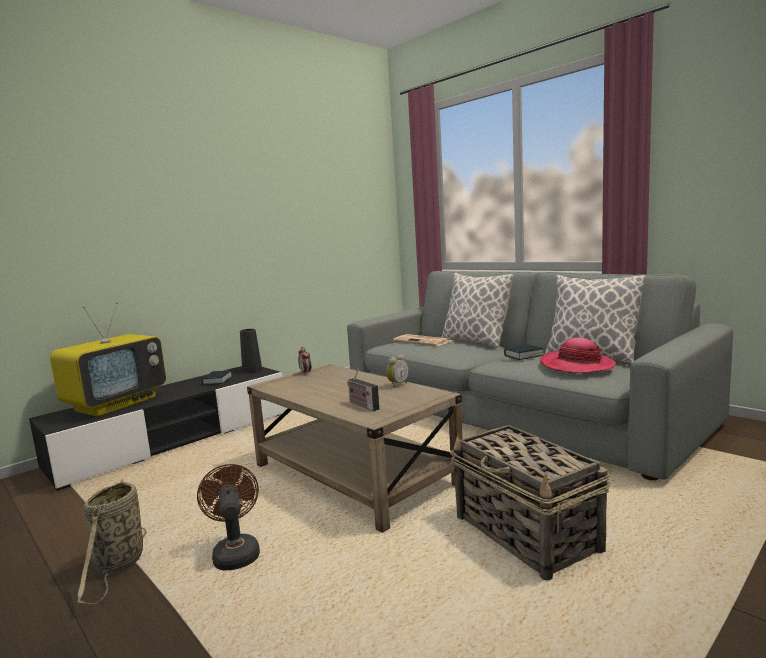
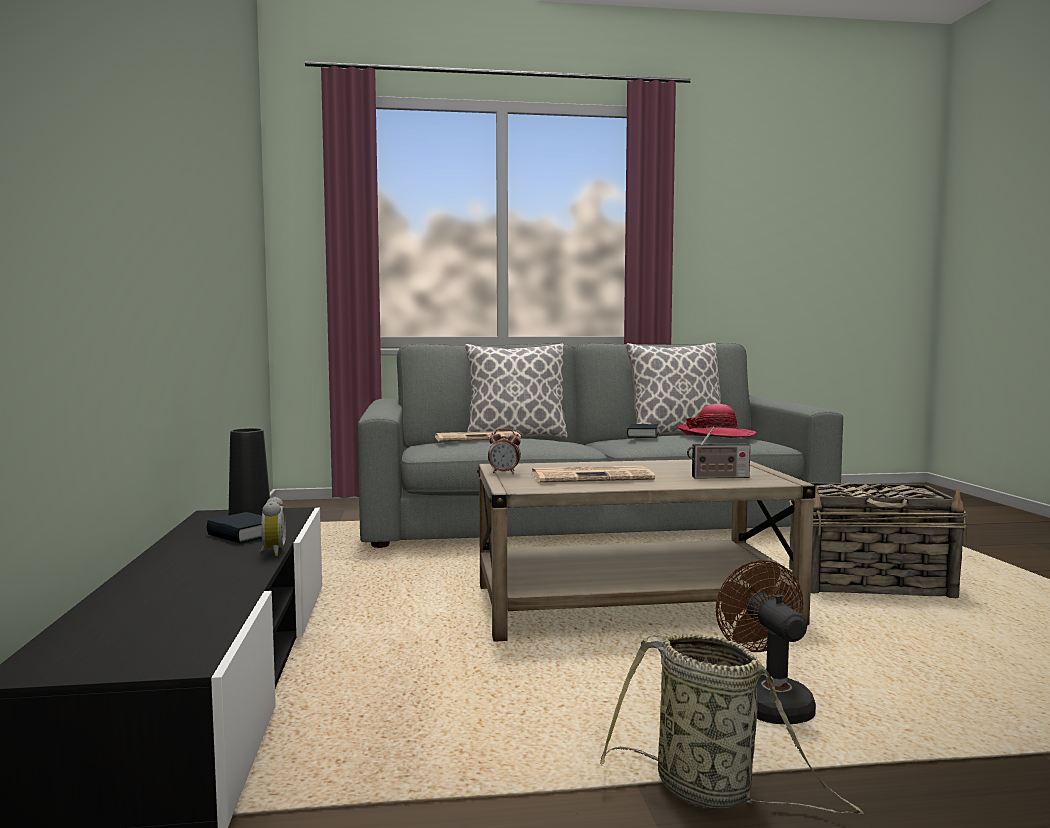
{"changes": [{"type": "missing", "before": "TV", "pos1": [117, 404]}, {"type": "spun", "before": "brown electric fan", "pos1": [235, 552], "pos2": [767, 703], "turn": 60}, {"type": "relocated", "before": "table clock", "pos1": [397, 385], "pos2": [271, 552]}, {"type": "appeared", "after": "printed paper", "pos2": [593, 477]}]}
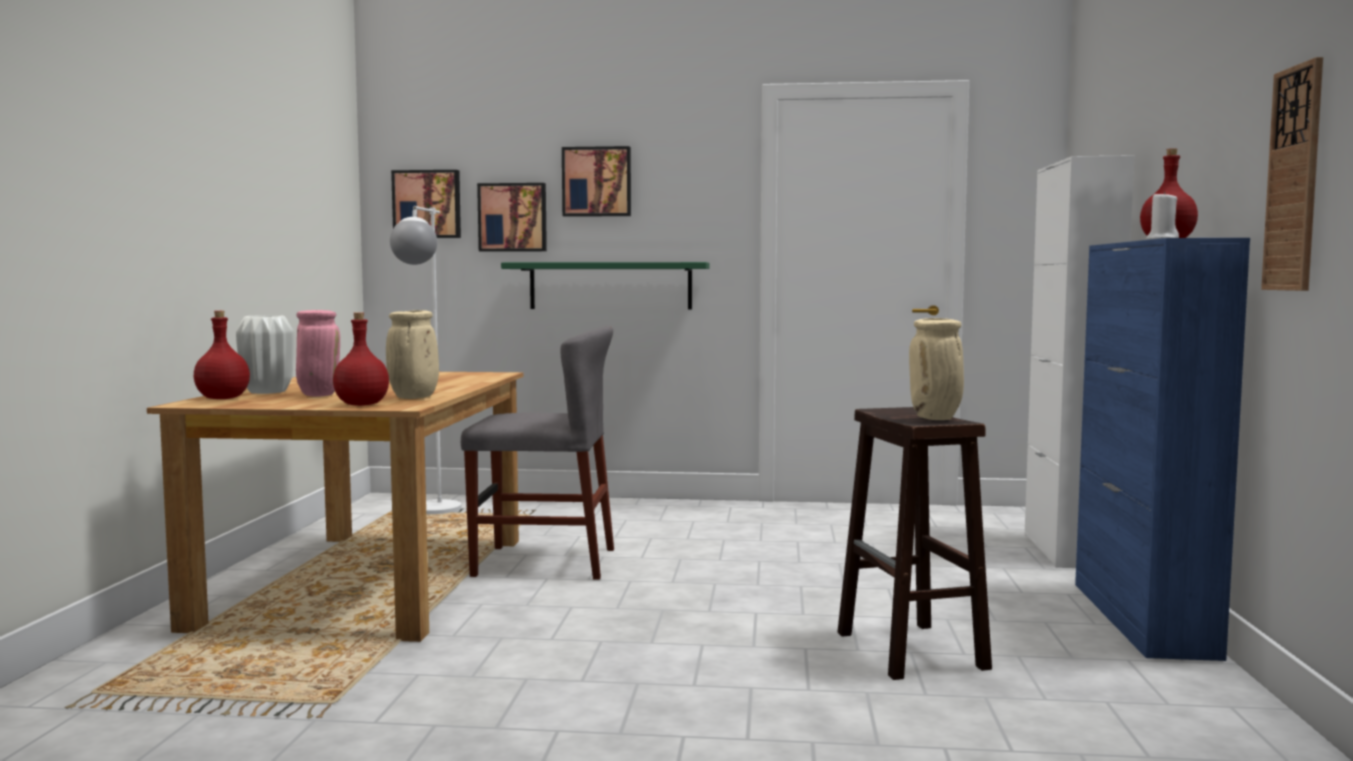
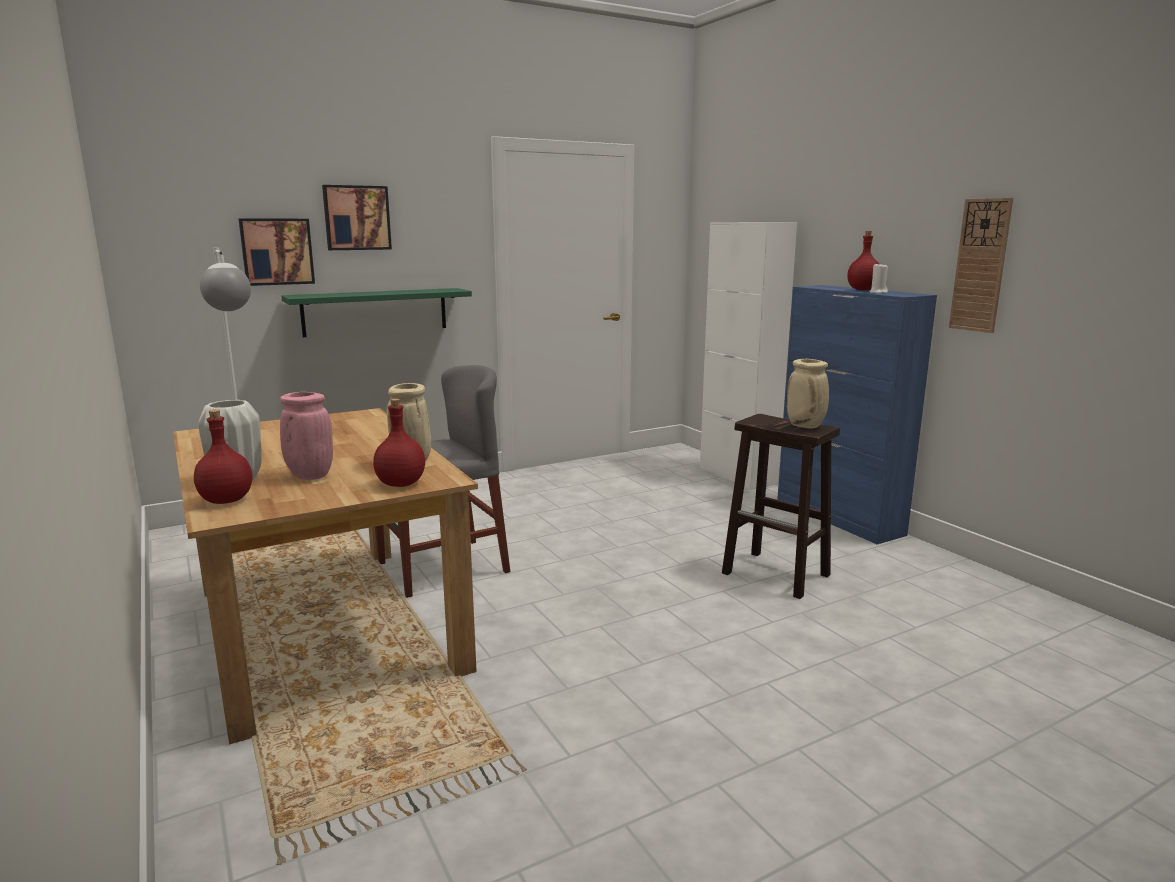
{"changes": [{"type": "missing", "before": "wall picture", "pos1": [427, 204]}]}
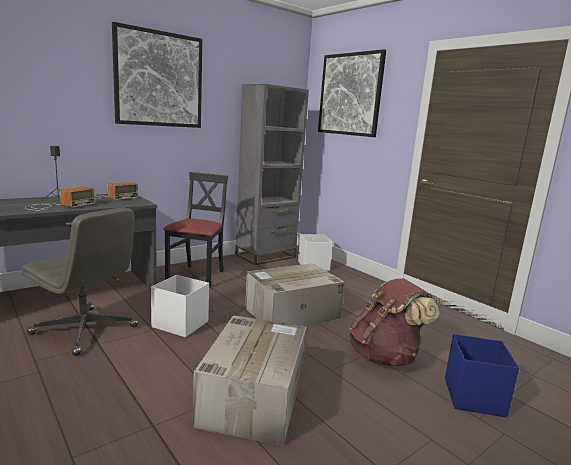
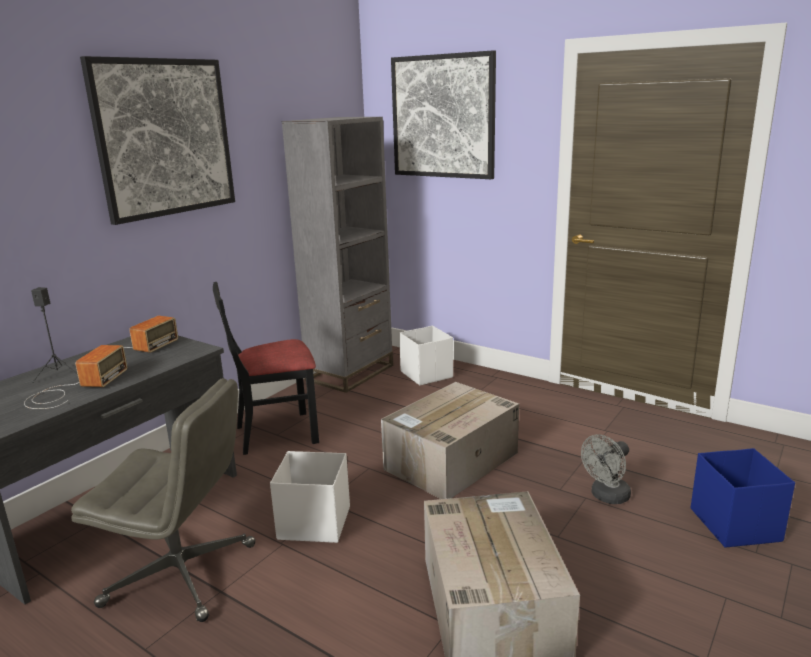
{"changes": [{"type": "spun", "before": "black chair", "pos1": [197, 276], "pos2": [277, 433], "turn": -105}, {"type": "exchanged", "before": "brown backpack", "after": "gray electric fan", "pos1": [385, 356], "pos2": [606, 497]}]}
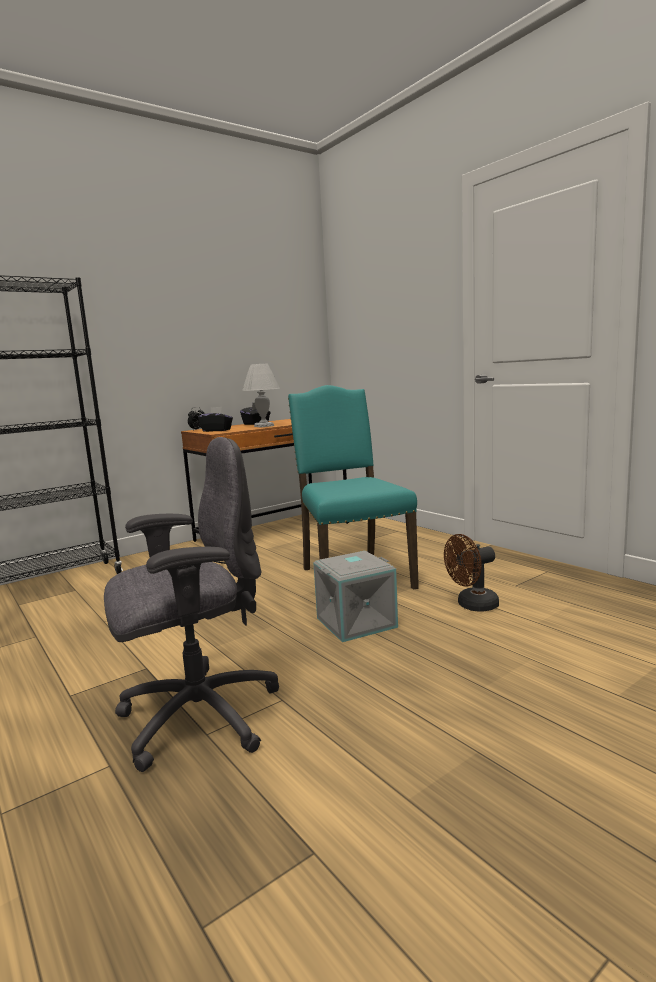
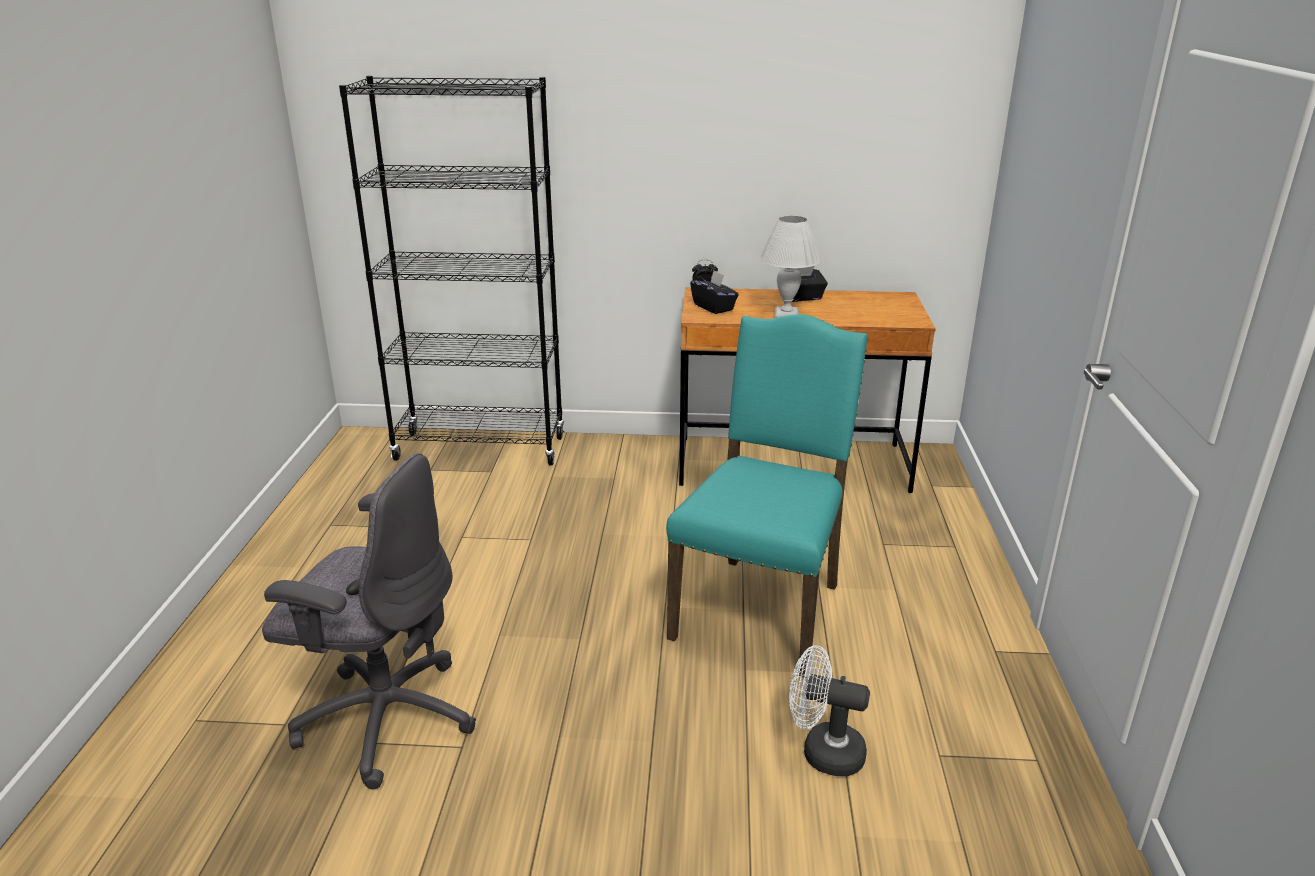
{"changes": [{"type": "missing", "before": "gray storage bin", "pos1": [356, 622]}, {"type": "colour", "before": "brown electric fan", "after": "whitish electric fan", "pos1": [472, 606], "pos2": [823, 752]}]}
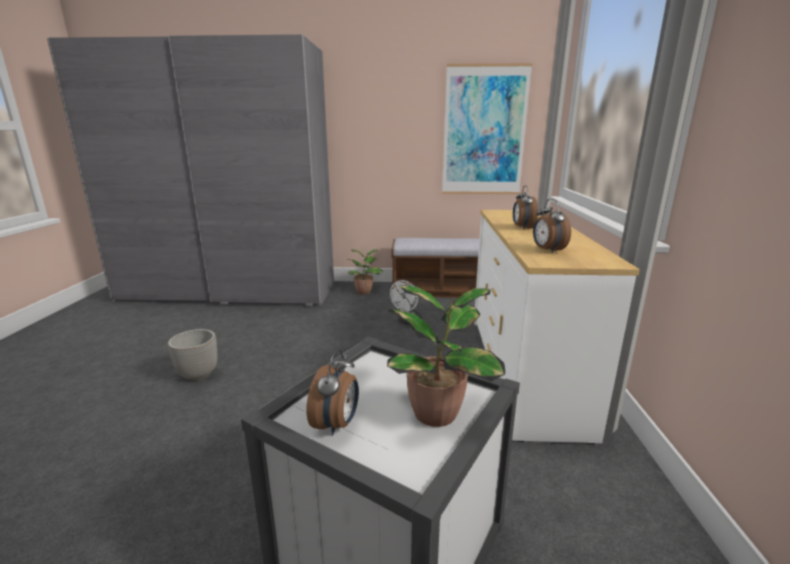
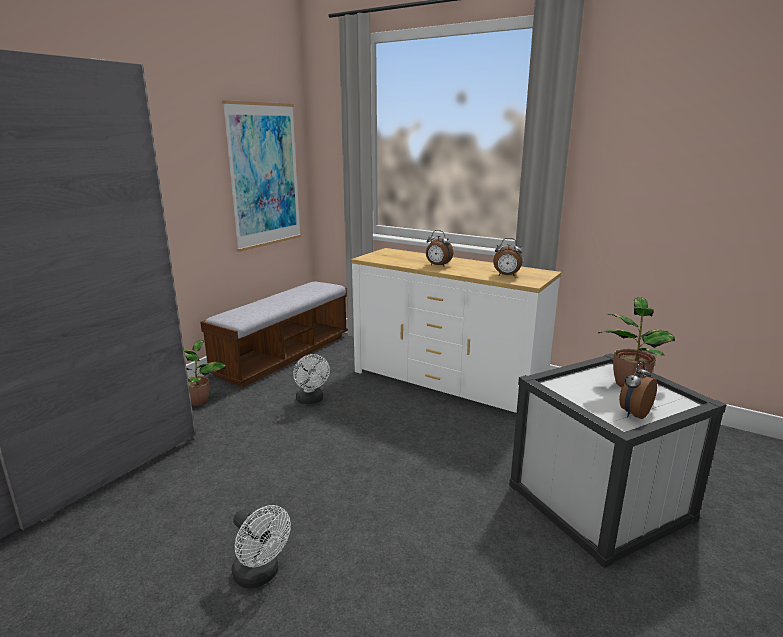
{"changes": [{"type": "exchanged", "before": "plant pot", "after": "whitish electric fan", "pos1": [199, 375], "pos2": [260, 575]}, {"type": "spun", "before": "table clock", "pos1": [337, 424], "pos2": [633, 413], "turn": -90}]}
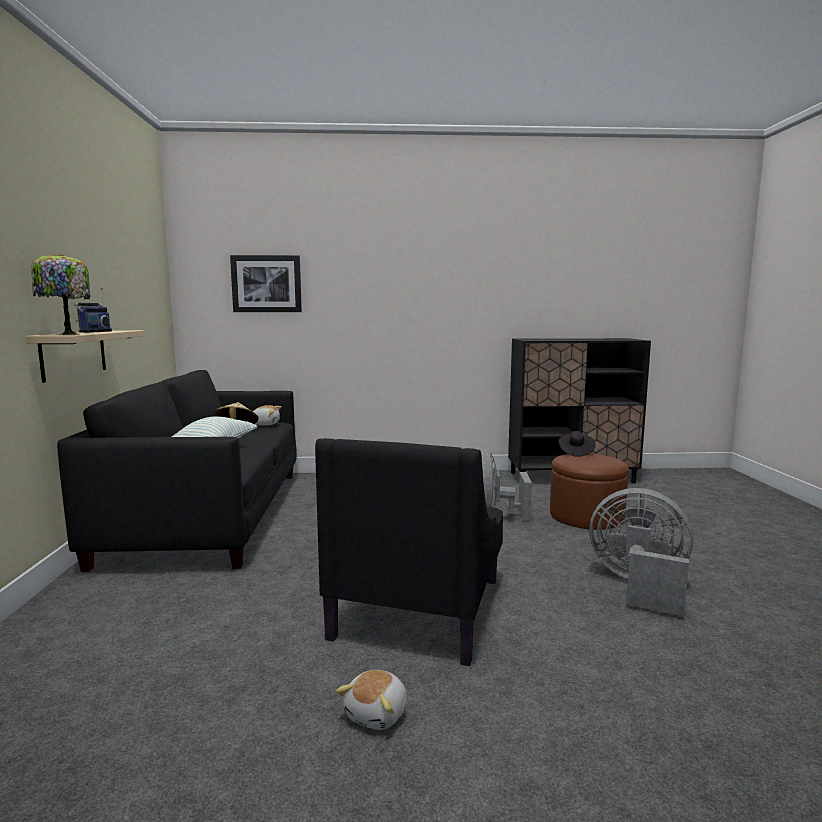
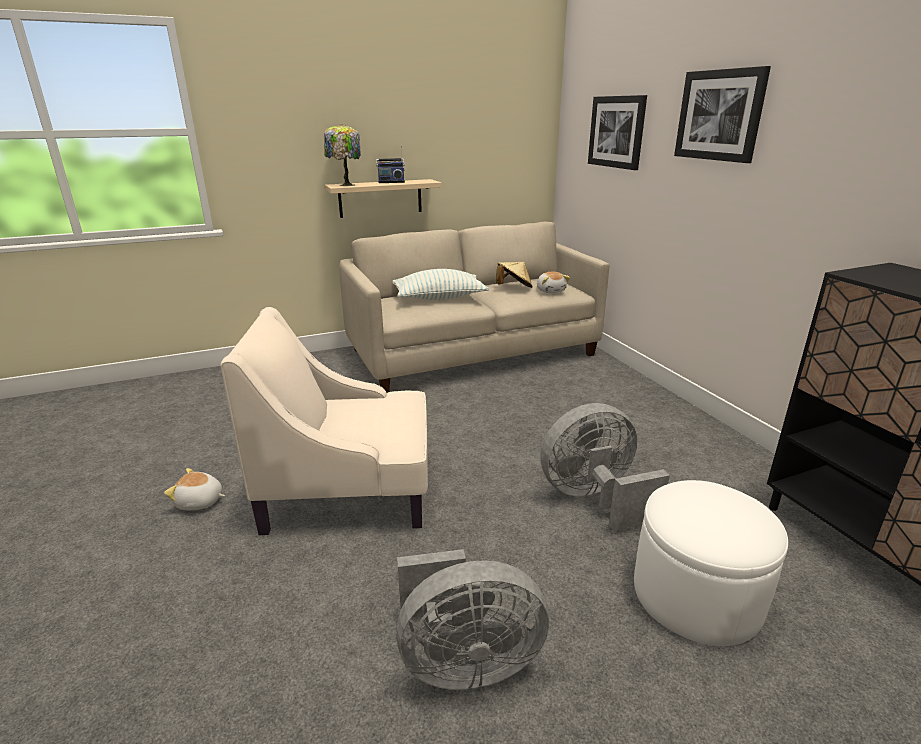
{"changes": [{"type": "colour", "before": "black sofa", "after": "beige sofa", "pos1": [210, 513], "pos2": [472, 352]}, {"type": "colour", "before": "black easy chair", "after": "beige easy chair", "pos1": [420, 606], "pos2": [350, 490]}, {"type": "colour", "before": "brown footrest", "after": "whitish footrest", "pos1": [586, 516], "pos2": [696, 594]}, {"type": "missing", "before": "black clothing hat", "pos1": [575, 452]}, {"type": "spun", "before": "gray electric fan", "pos1": [639, 586], "pos2": [464, 662], "turn": 75}, {"type": "appeared", "after": "wall picture", "pos2": [719, 115]}]}
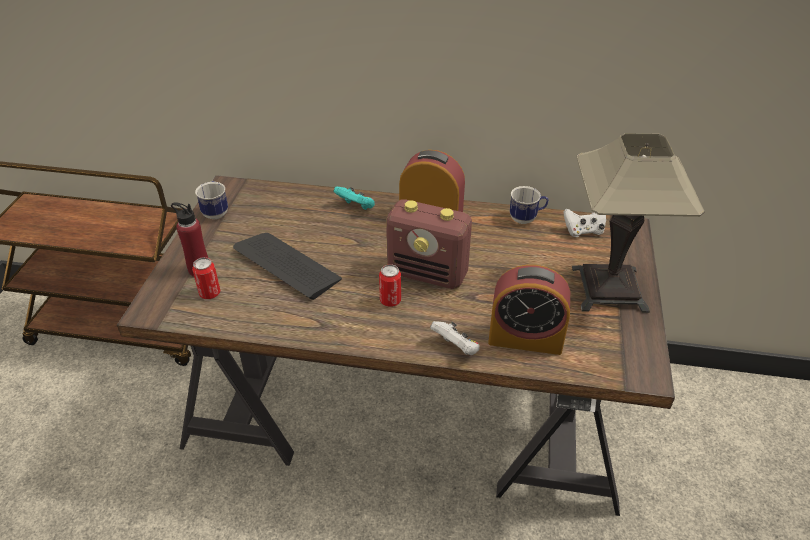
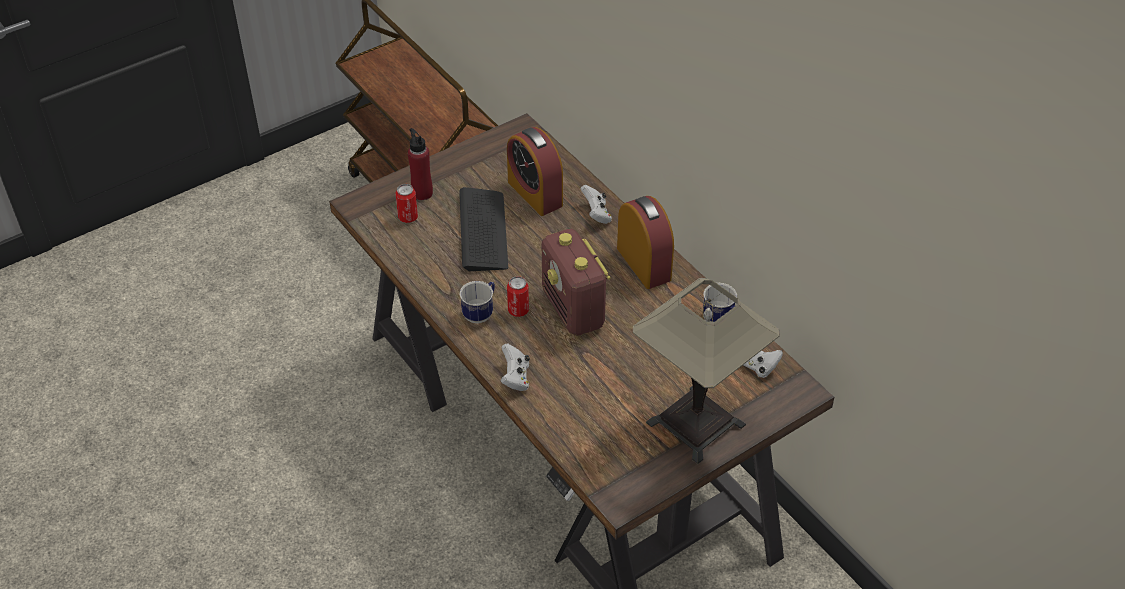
{"changes": [{"type": "relocated", "before": "mug", "pos1": [216, 211], "pos2": [481, 313]}, {"type": "colour", "before": "turquoise-coloured game controller", "after": "whitish game controller", "pos1": [356, 207], "pos2": [596, 214]}, {"type": "relocated", "before": "table clock", "pos1": [525, 338], "pos2": [535, 193]}]}
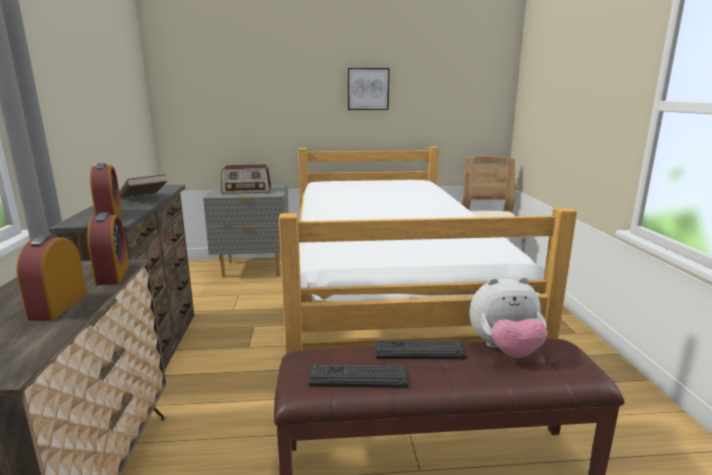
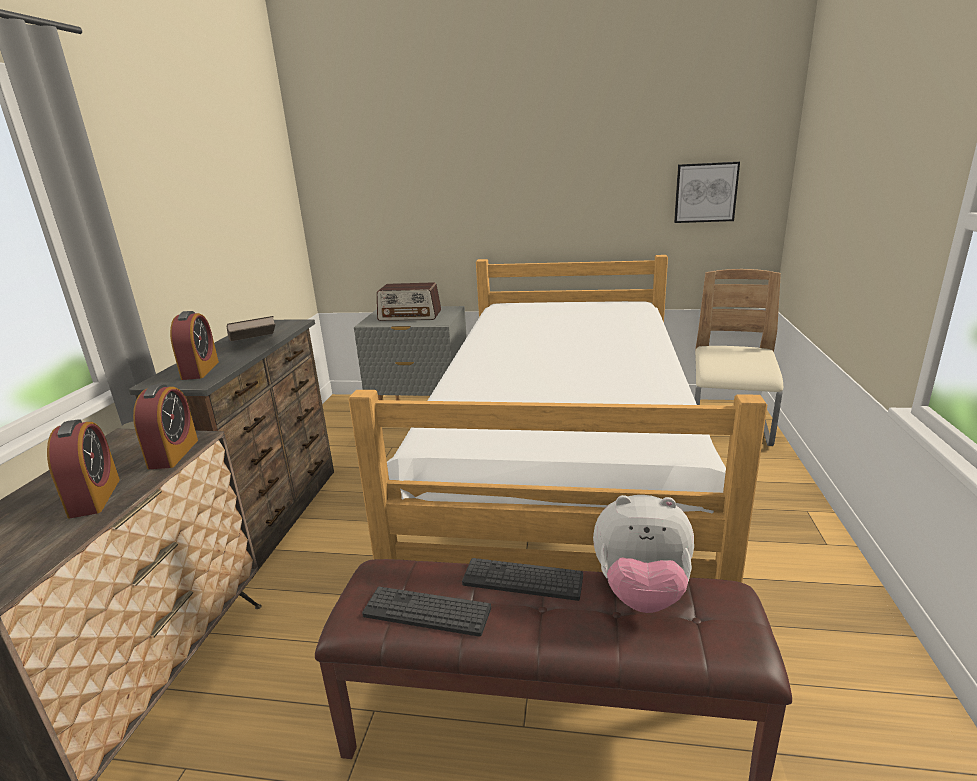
{"changes": [{"type": "spun", "before": "table clock", "pos1": [58, 306], "pos2": [95, 497], "turn": 150}, {"type": "relocated", "before": "wall picture", "pos1": [368, 89], "pos2": [705, 192]}]}
